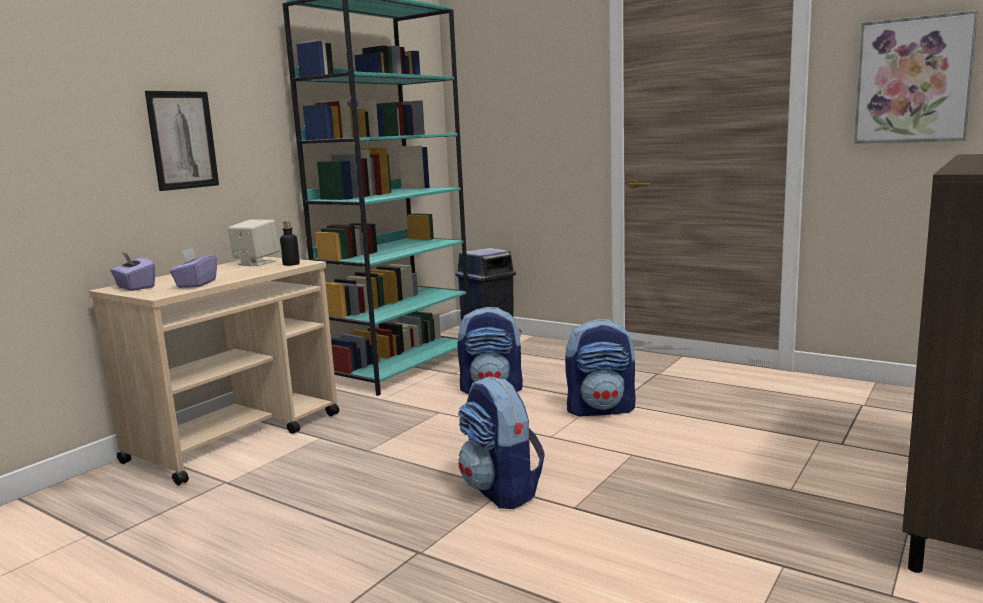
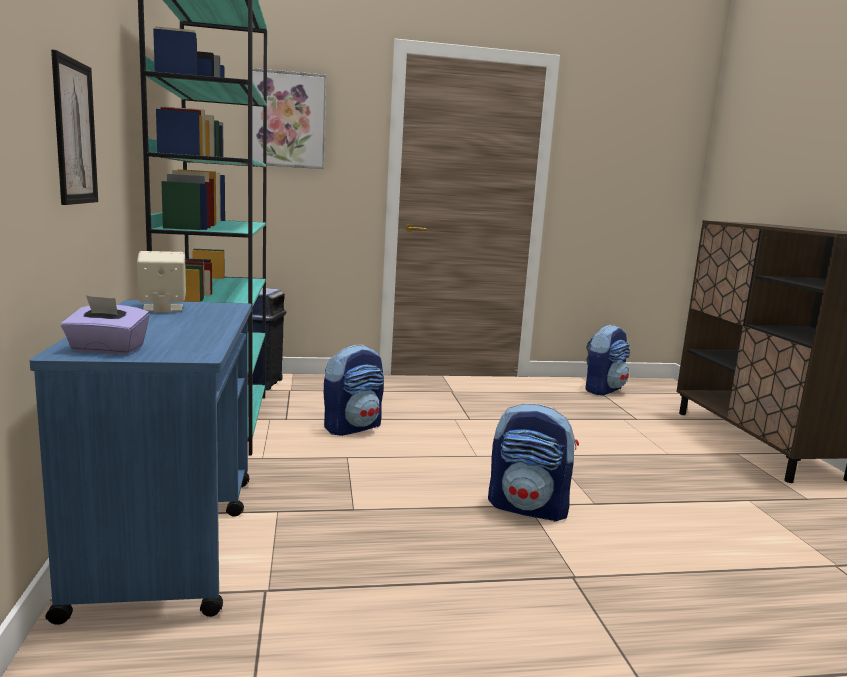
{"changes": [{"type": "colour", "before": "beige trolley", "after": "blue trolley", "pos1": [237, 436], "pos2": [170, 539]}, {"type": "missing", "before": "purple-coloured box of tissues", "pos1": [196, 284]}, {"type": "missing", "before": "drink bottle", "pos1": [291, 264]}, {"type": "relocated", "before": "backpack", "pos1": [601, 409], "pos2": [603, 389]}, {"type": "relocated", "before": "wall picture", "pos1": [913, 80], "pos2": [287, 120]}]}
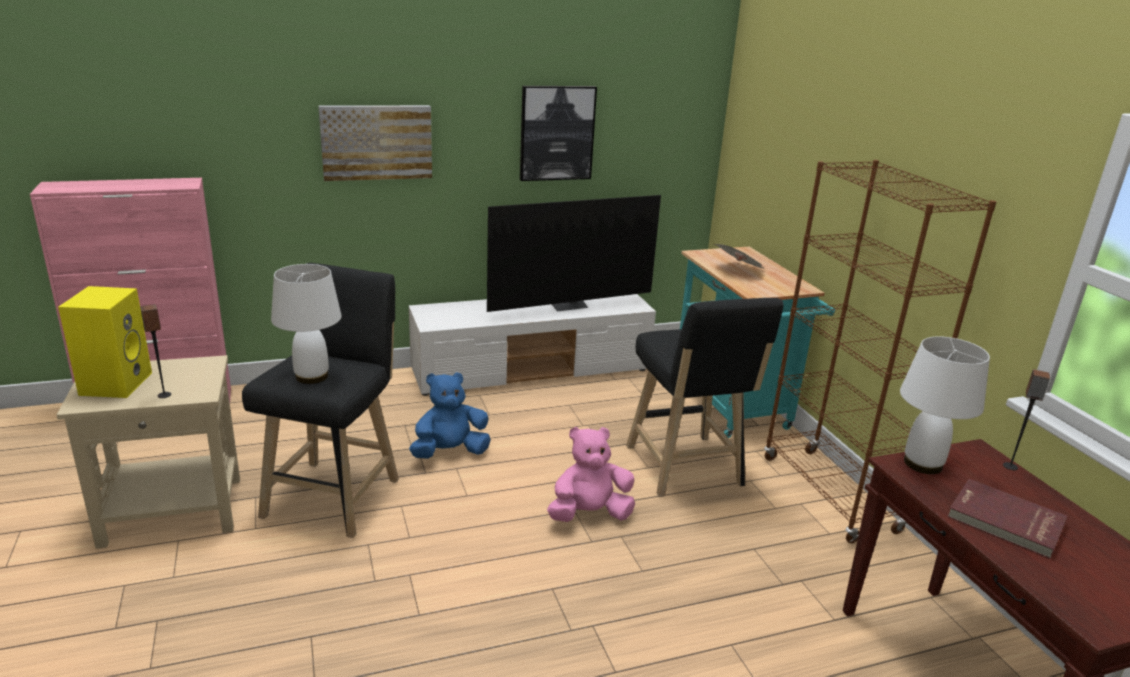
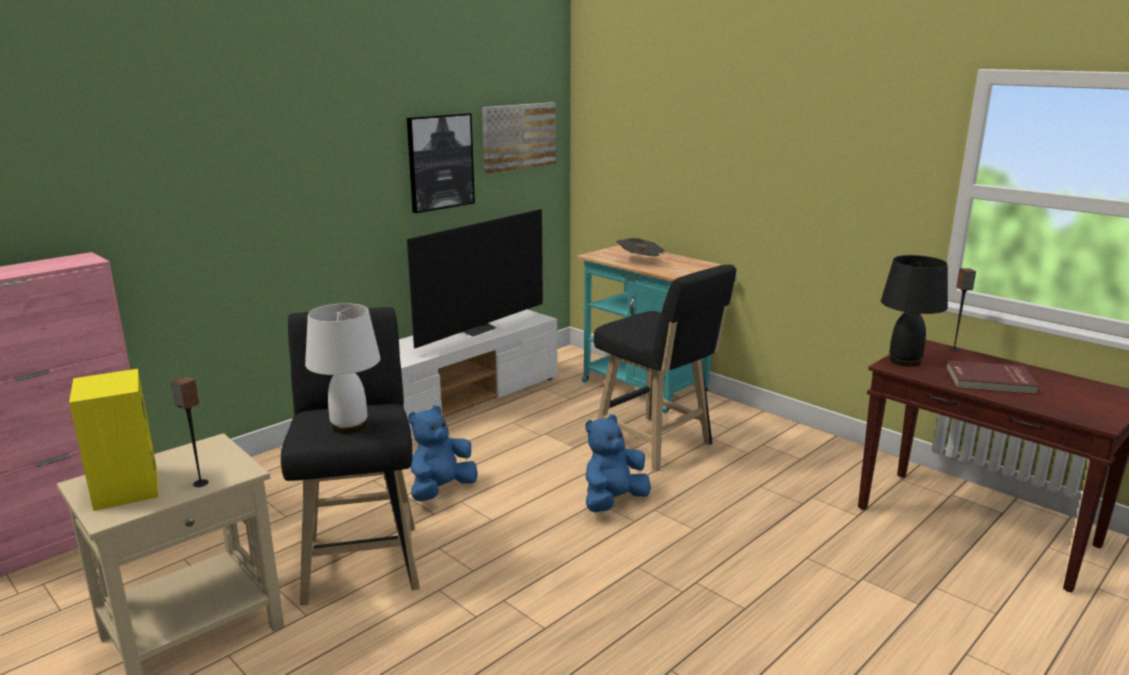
{"changes": [{"type": "relocated", "before": "wall picture", "pos1": [376, 142], "pos2": [518, 136]}, {"type": "colour", "before": "pink plush toy", "after": "blue plush toy", "pos1": [589, 514], "pos2": [613, 501]}, {"type": "missing", "before": "brown bookcase", "pos1": [829, 494]}, {"type": "colour", "before": "whitish tabletop lamp", "after": "black tabletop lamp", "pos1": [922, 464], "pos2": [904, 361]}]}
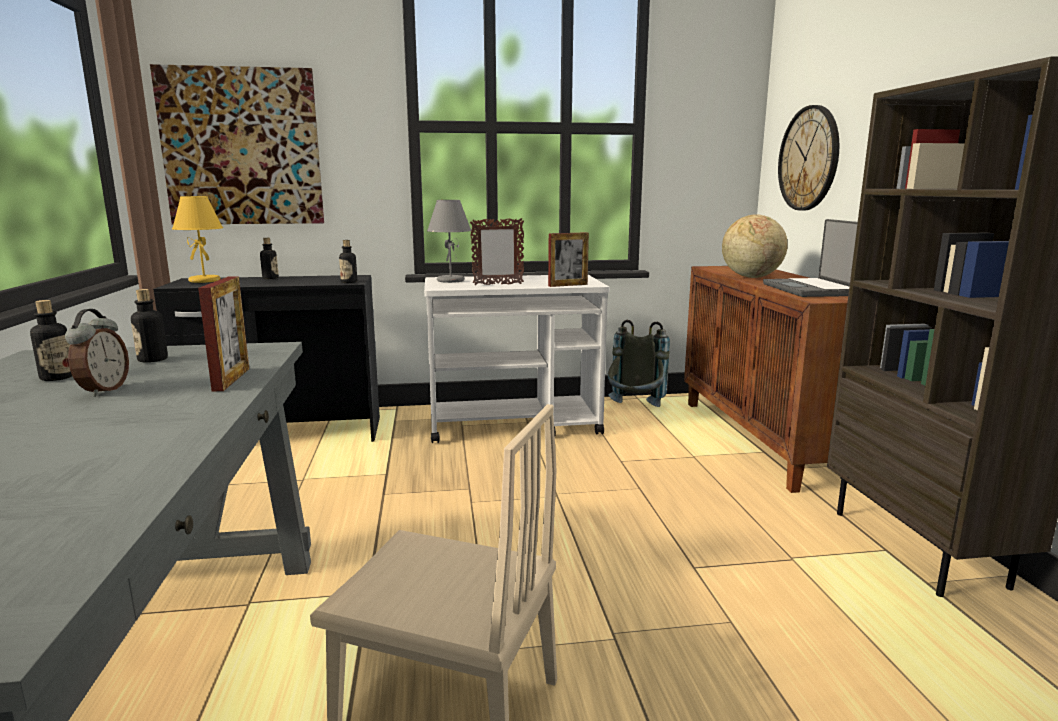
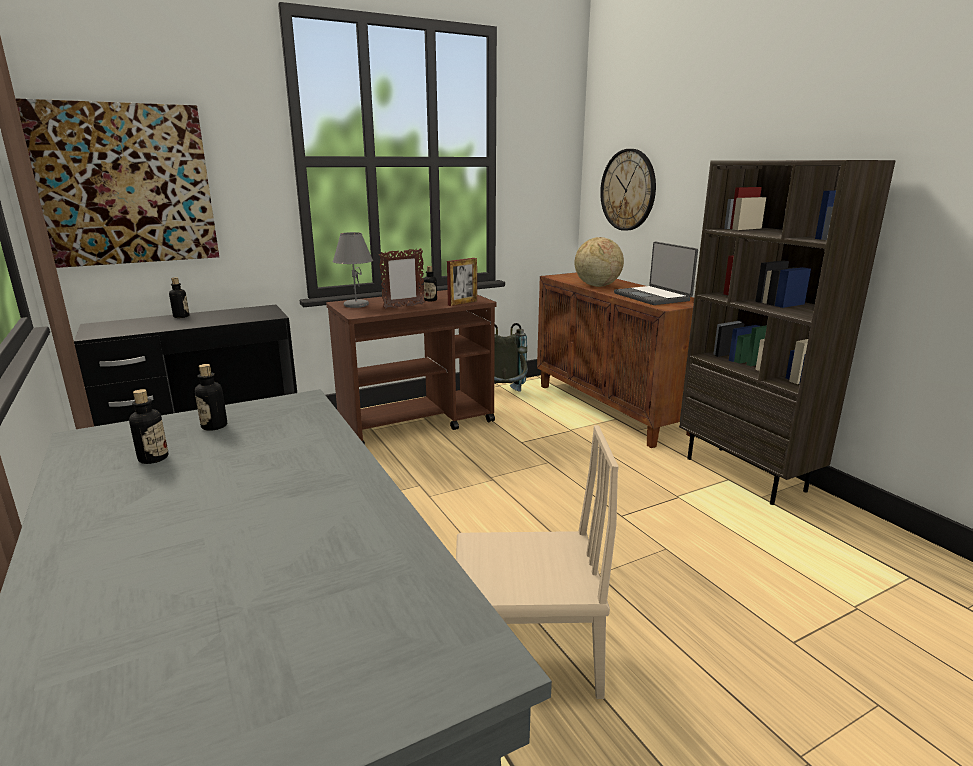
{"changes": [{"type": "missing", "before": "table clock", "pos1": [103, 390]}, {"type": "missing", "before": "yellowish tabletop lamp", "pos1": [205, 281]}, {"type": "missing", "before": "photo frame", "pos1": [231, 379]}, {"type": "relocated", "before": "drink bottle", "pos1": [349, 282], "pos2": [430, 300]}, {"type": "colour", "before": "whitish trolley", "after": "brown trolley", "pos1": [515, 424], "pos2": [417, 422]}]}
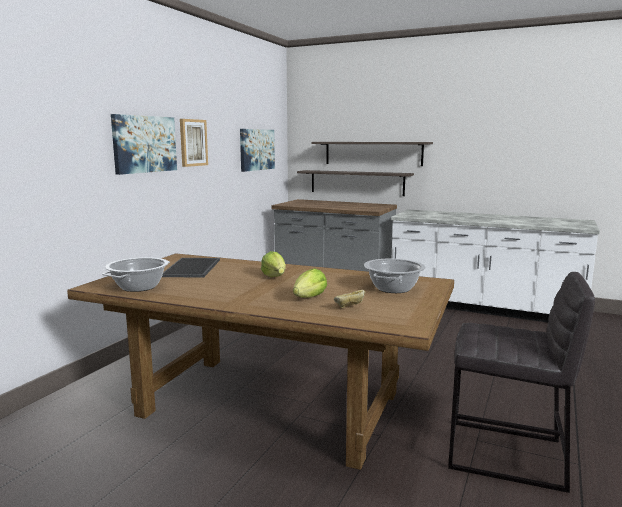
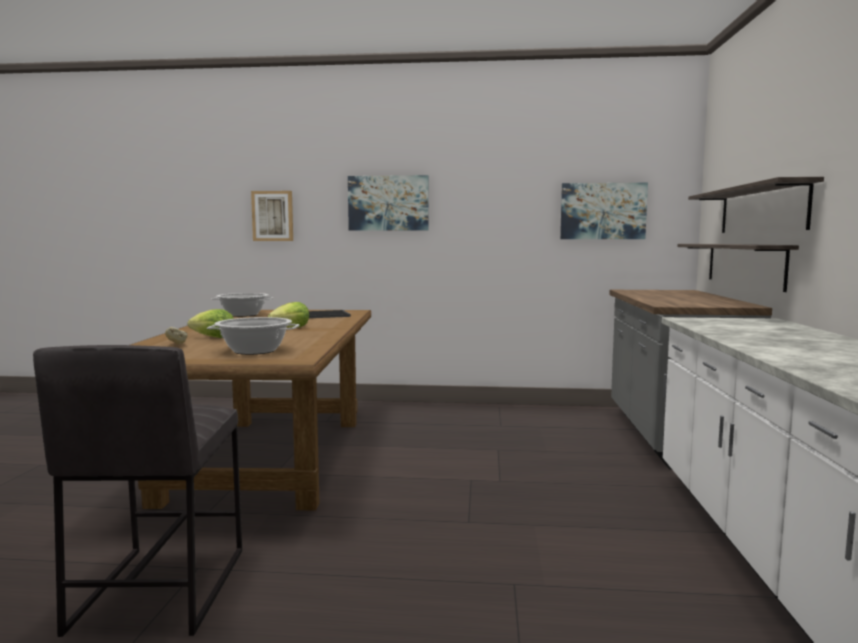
{"changes": [{"type": "relocated", "before": "wall picture", "pos1": [193, 142], "pos2": [273, 216]}]}
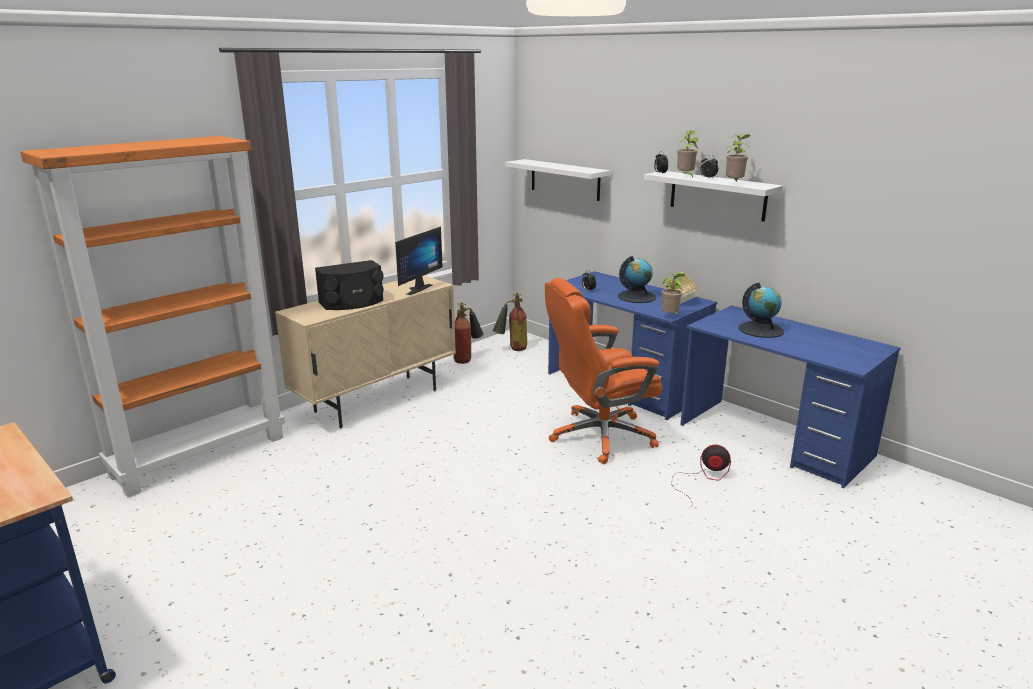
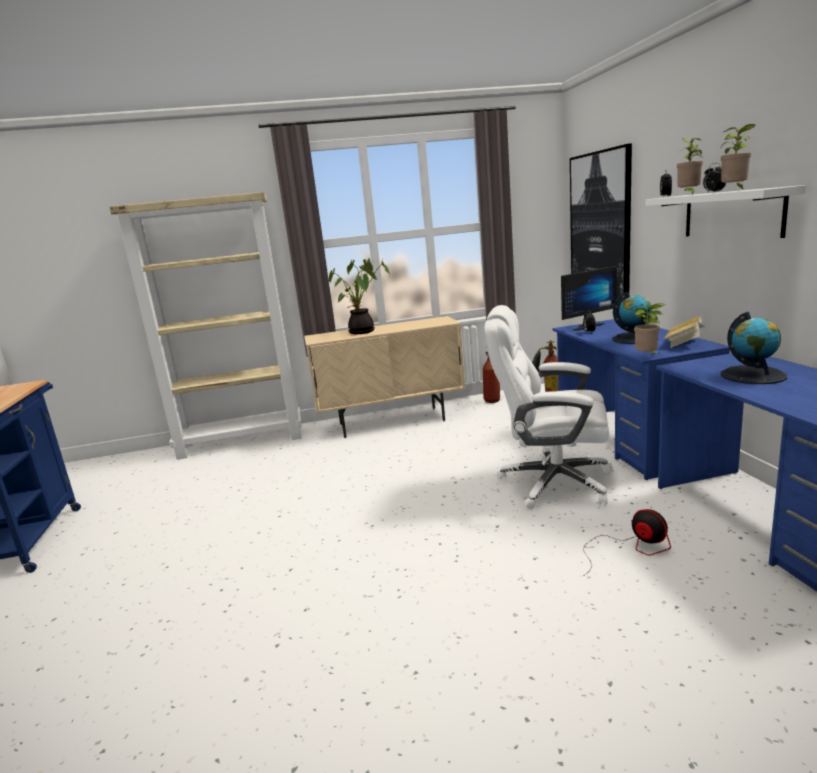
{"changes": [{"type": "colour", "before": "orange bookcase", "after": "beige bookcase", "pos1": [200, 455], "pos2": [242, 441]}, {"type": "exchanged", "before": "black speaker", "after": "plant in a pot", "pos1": [352, 302], "pos2": [363, 332]}, {"type": "relocated", "before": "monitor", "pos1": [415, 289], "pos2": [584, 326]}, {"type": "exchanged", "before": "whitish shelf", "after": "wall picture", "pos1": [565, 179], "pos2": [600, 224]}, {"type": "colour", "before": "orange office chair", "after": "whitish office chair", "pos1": [599, 436], "pos2": [553, 482]}]}
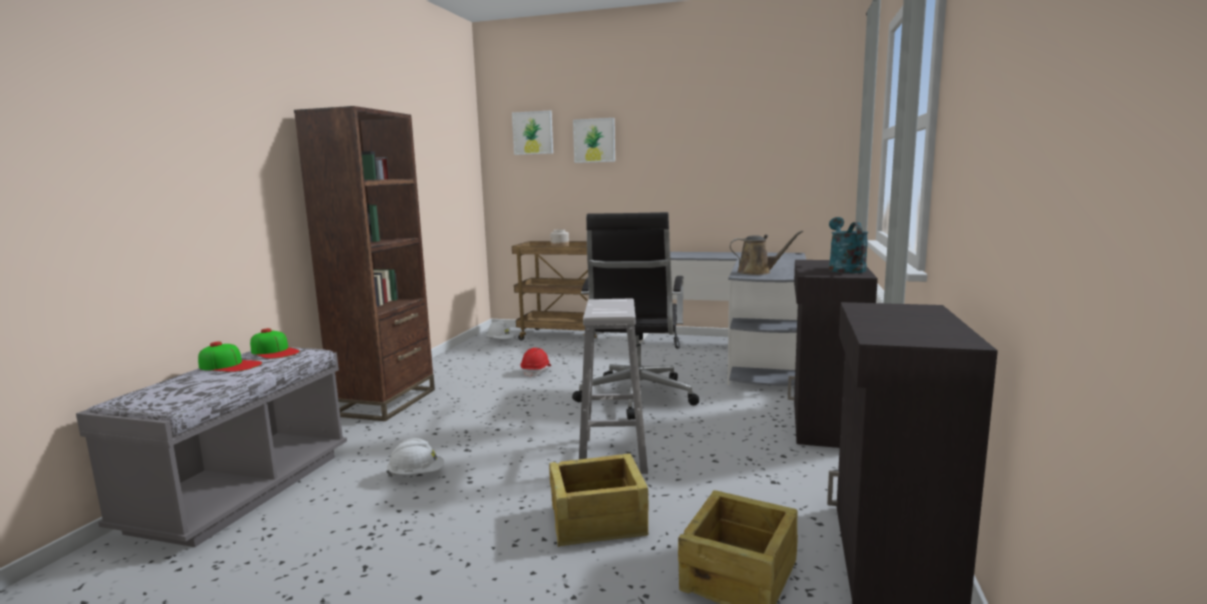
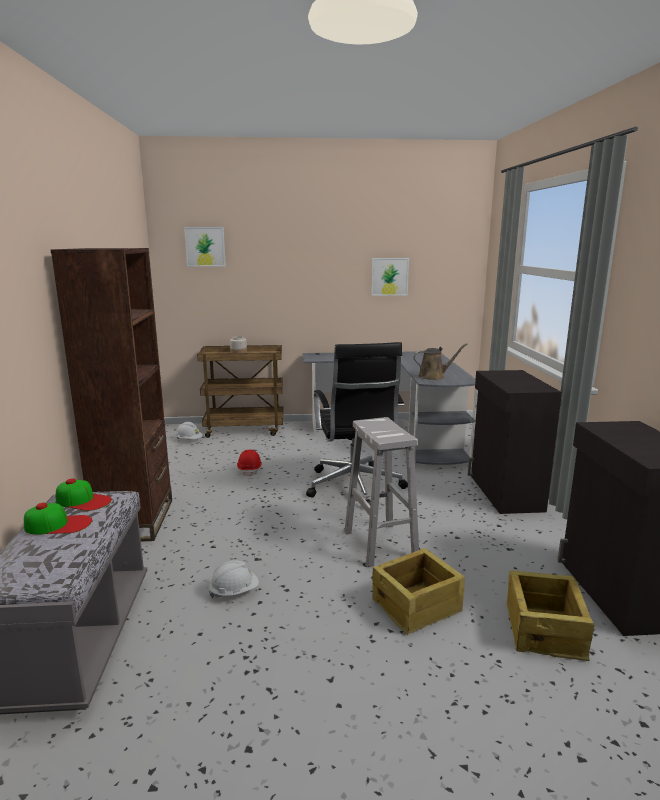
{"changes": [{"type": "relocated", "before": "wall picture", "pos1": [594, 140], "pos2": [389, 276]}, {"type": "missing", "before": "turquoise-coloured sprinkling can", "pos1": [844, 269]}]}
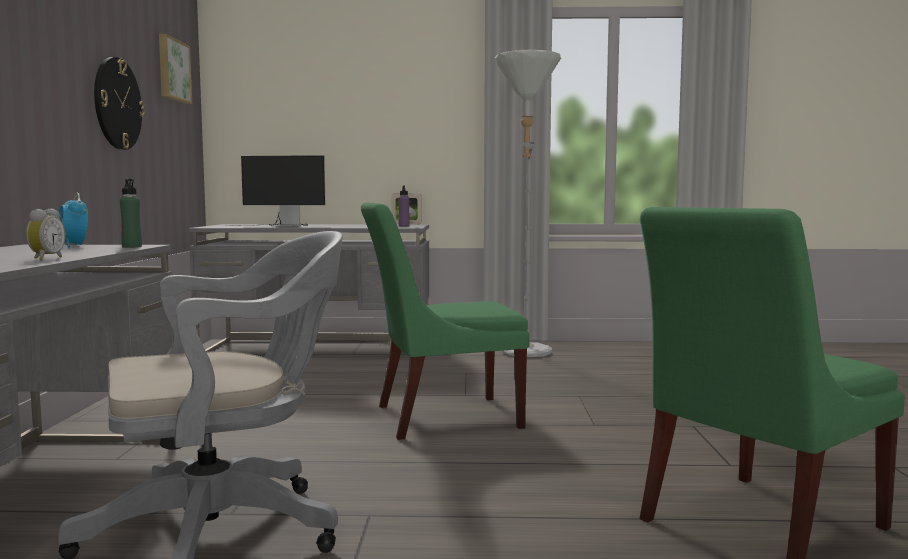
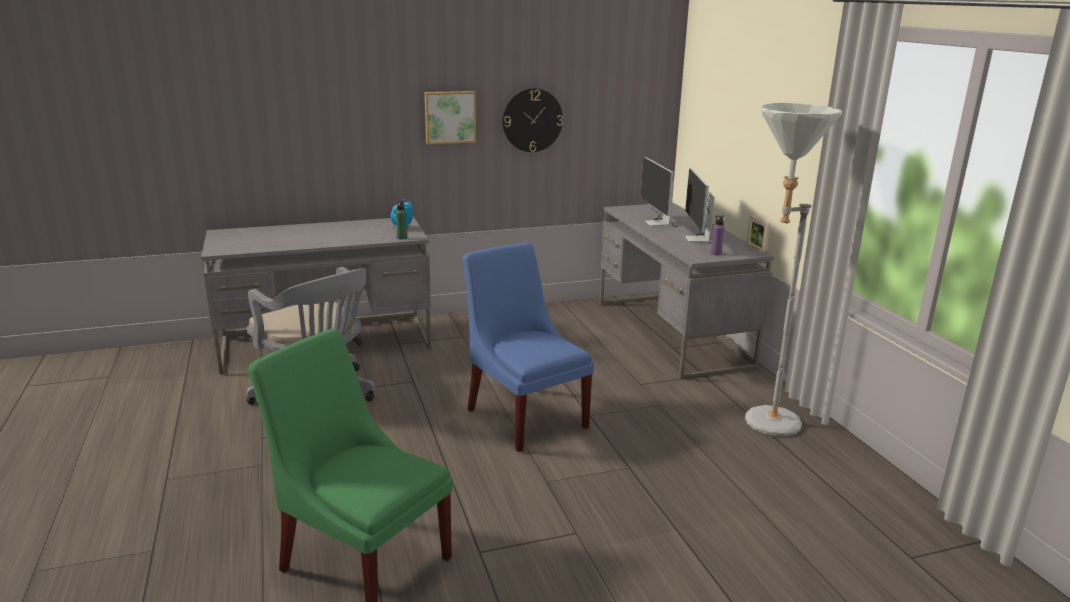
{"changes": [{"type": "missing", "before": "table clock", "pos1": [45, 258]}, {"type": "relocated", "before": "wall picture", "pos1": [172, 70], "pos2": [450, 117]}, {"type": "colour", "before": "green-coloured chair", "after": "blue chair", "pos1": [440, 417], "pos2": [525, 415]}, {"type": "appeared", "after": "monitor", "pos2": [699, 237]}]}
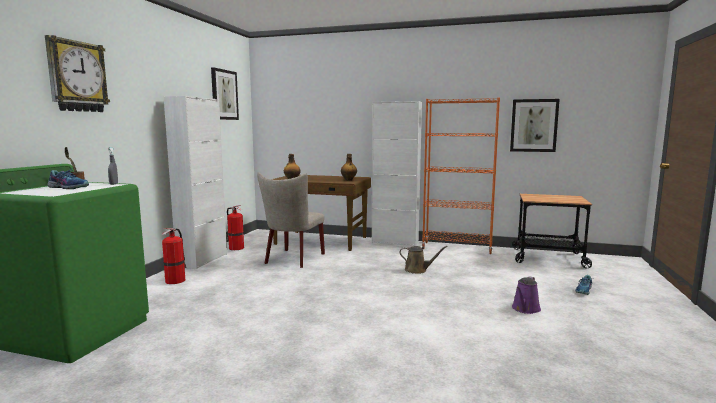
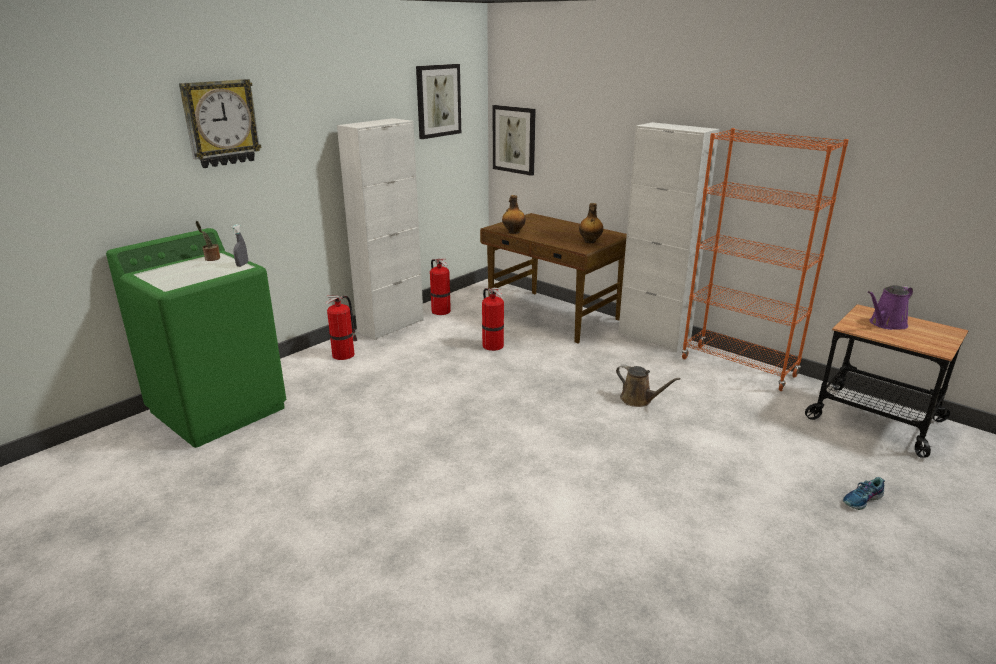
{"changes": [{"type": "missing", "before": "item of footwear", "pos1": [69, 187]}, {"type": "exchanged", "before": "beige chair", "after": "fire extinguisher", "pos1": [292, 259], "pos2": [492, 345]}, {"type": "relocated", "before": "wall picture", "pos1": [533, 125], "pos2": [514, 139]}, {"type": "relocated", "before": "purple-coloured sprinkling can", "pos1": [525, 309], "pos2": [886, 324]}]}
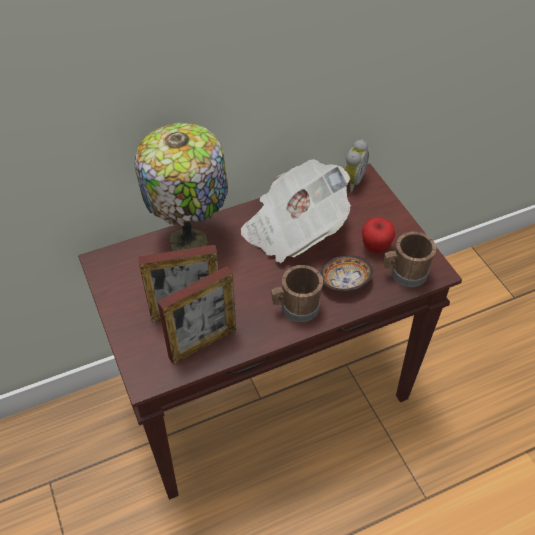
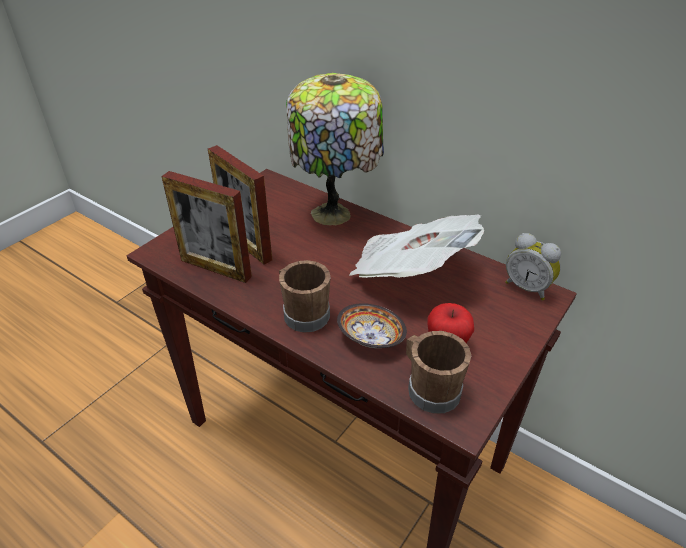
{"changes": [{"type": "spun", "before": "table clock", "pos1": [351, 181], "pos2": [527, 287], "turn": 45}]}
